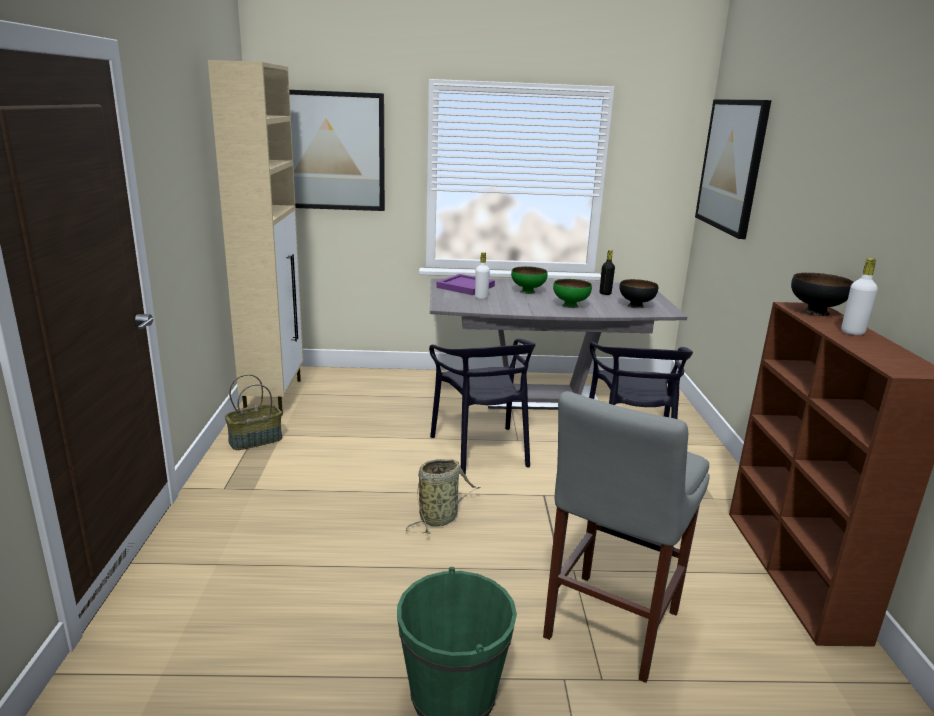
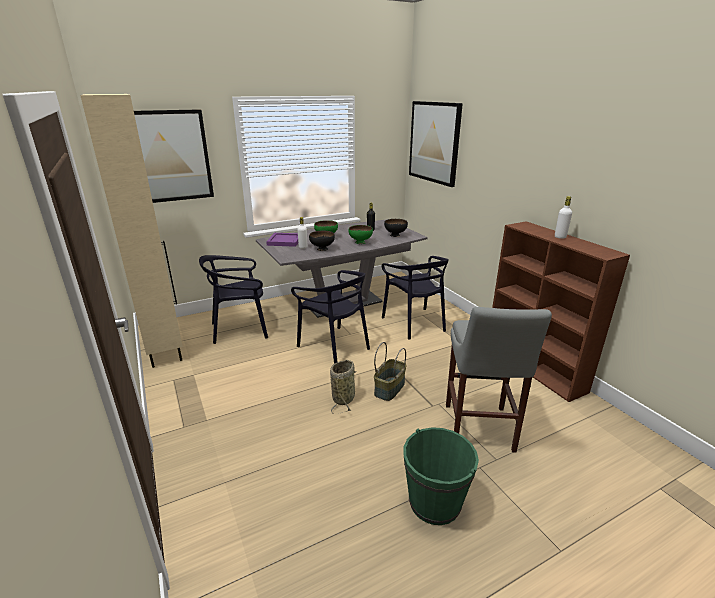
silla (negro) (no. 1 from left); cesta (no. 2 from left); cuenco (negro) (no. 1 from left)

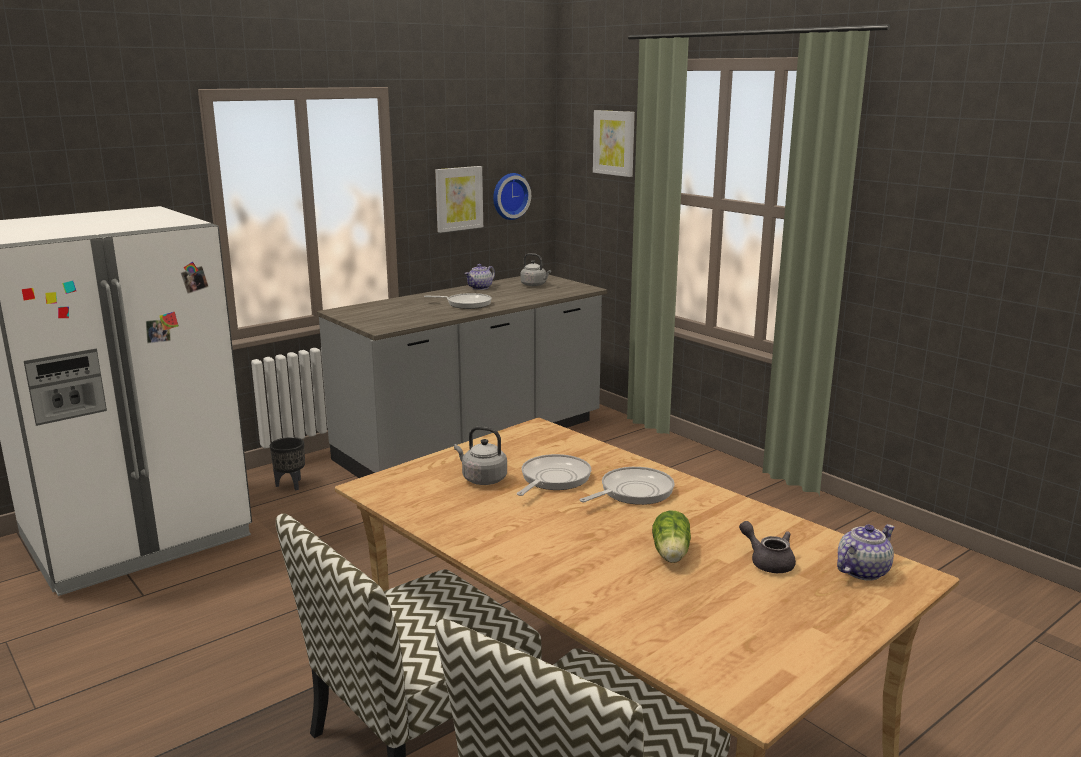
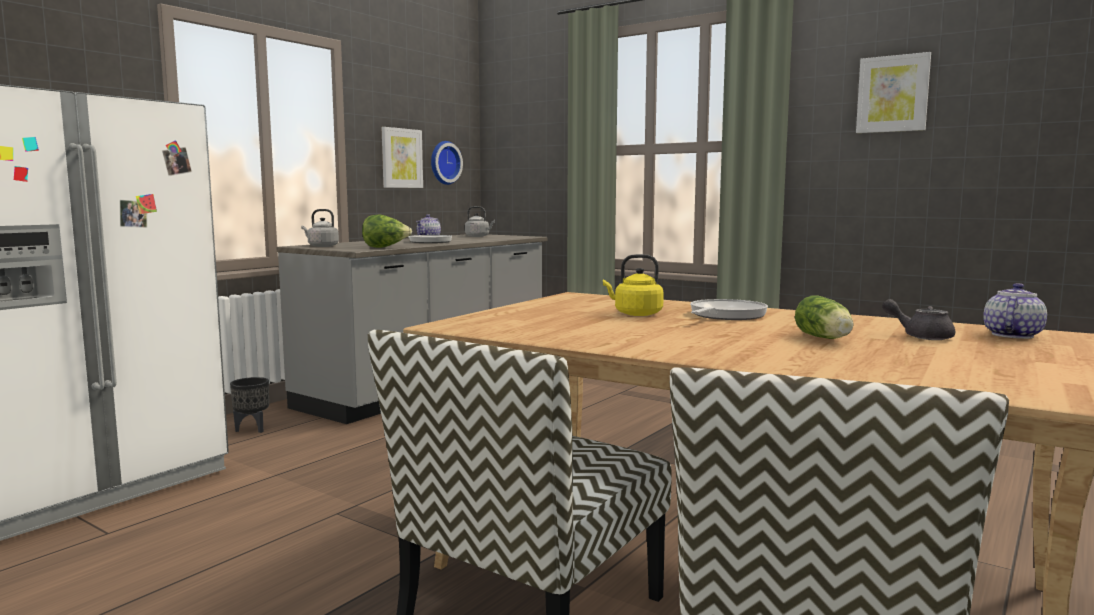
lechuga (no. 1 from left); hervidor (gris) (no. 1 from left); cuadro (no. 2 from left); hervidor (amarillo)

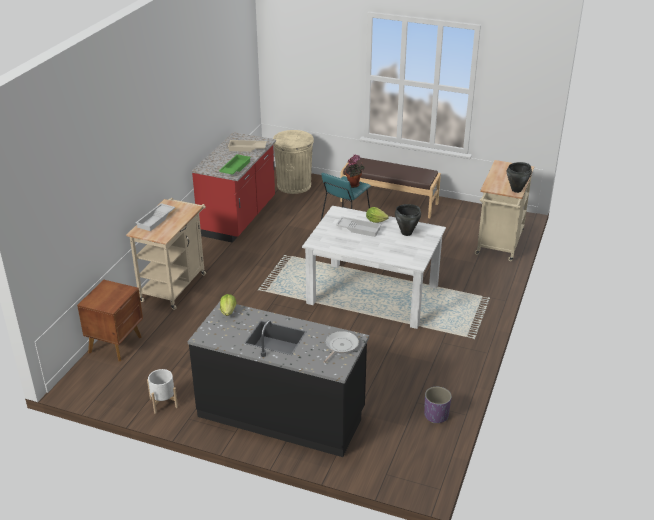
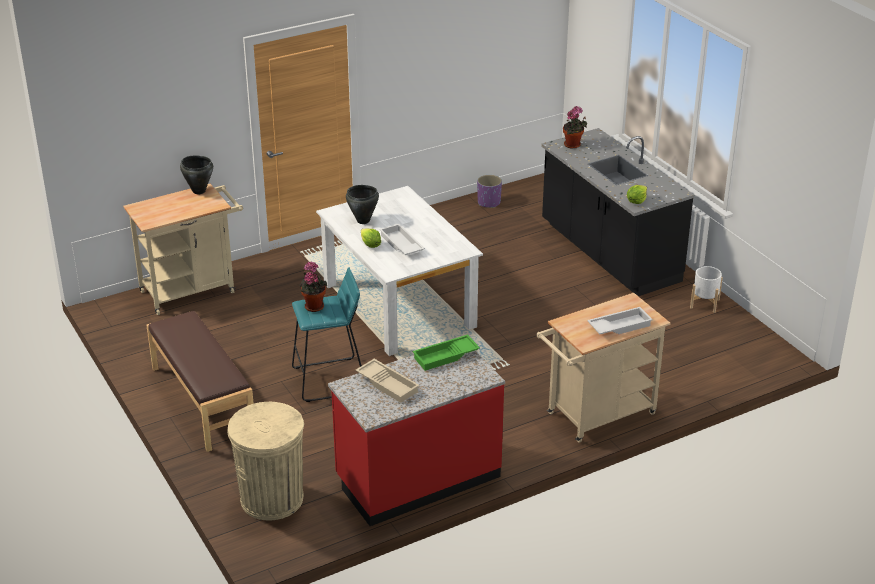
mesita de noche (marrón); planta en maceta (no. 2 from left)

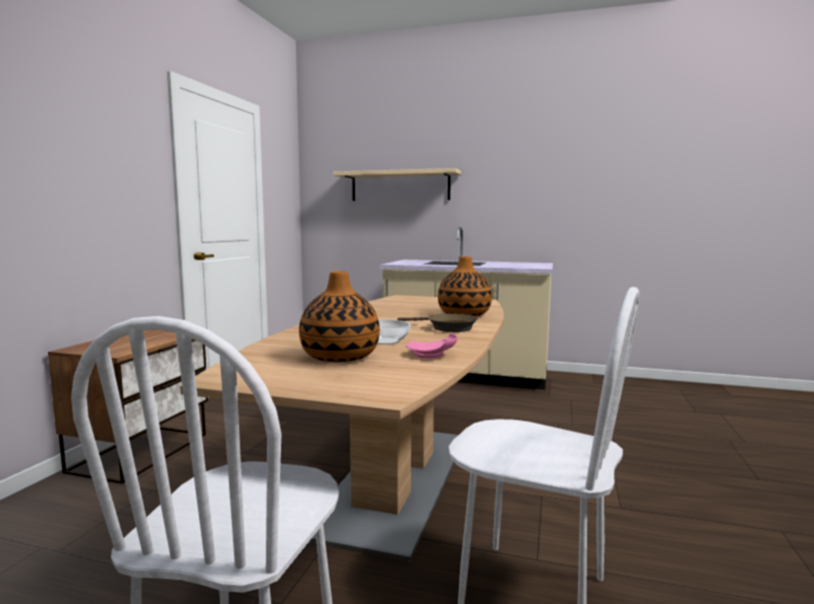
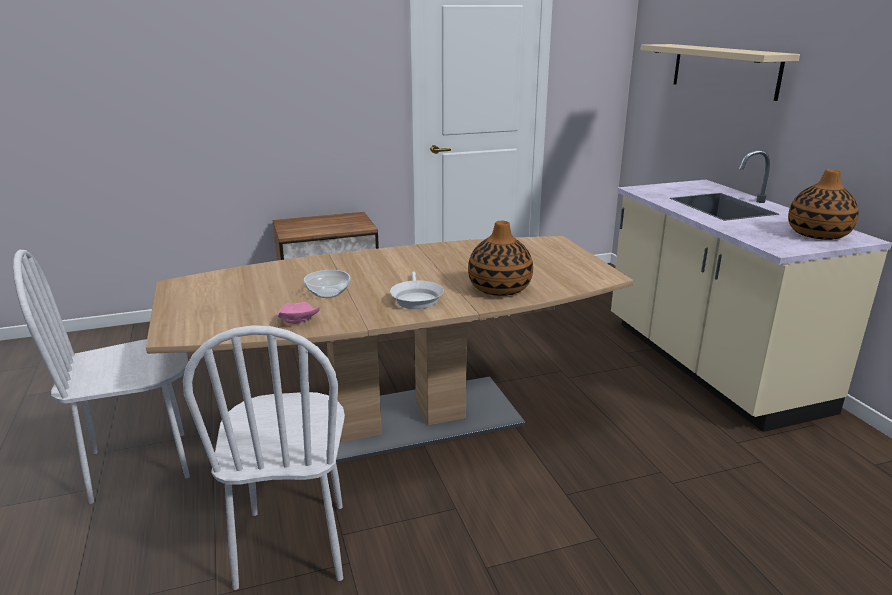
florero (no. 2 from left); sartén (blanco)

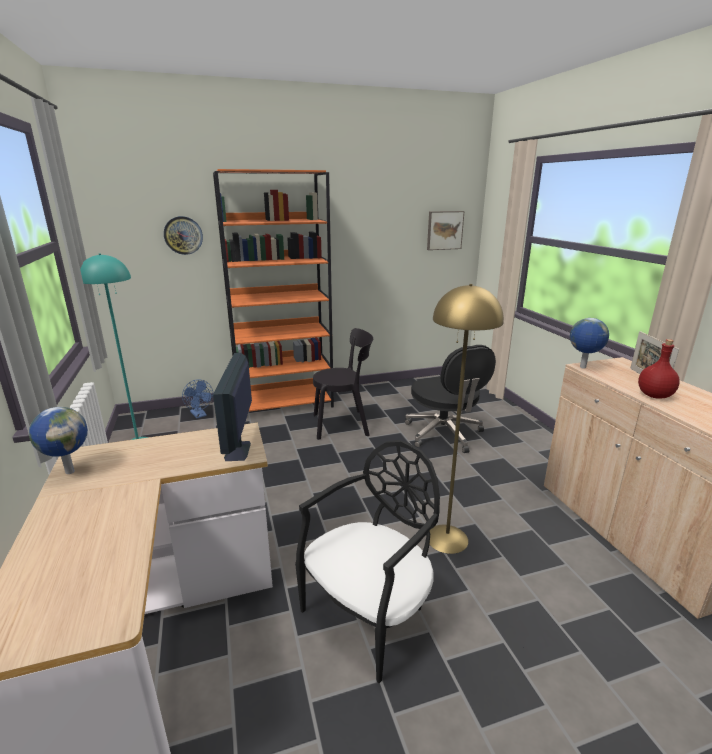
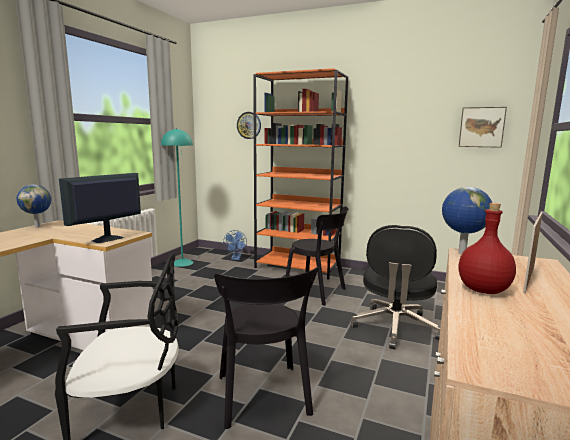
silla (negro) (no. 2 from left)

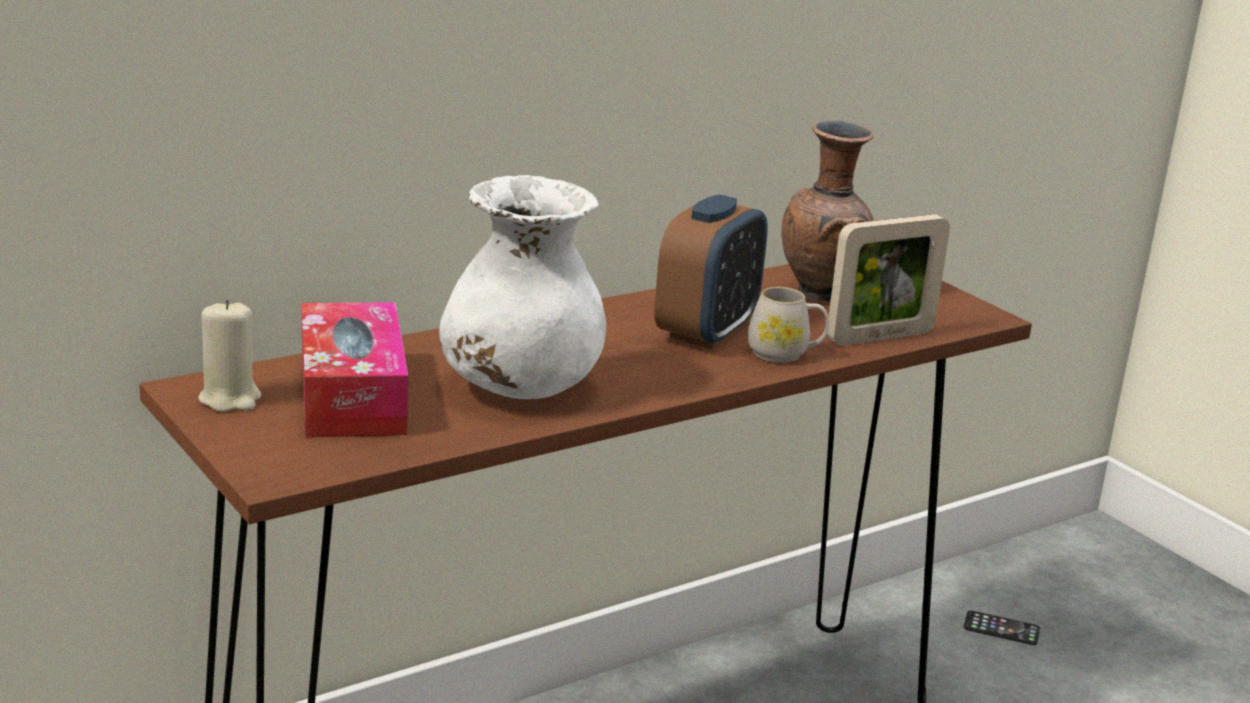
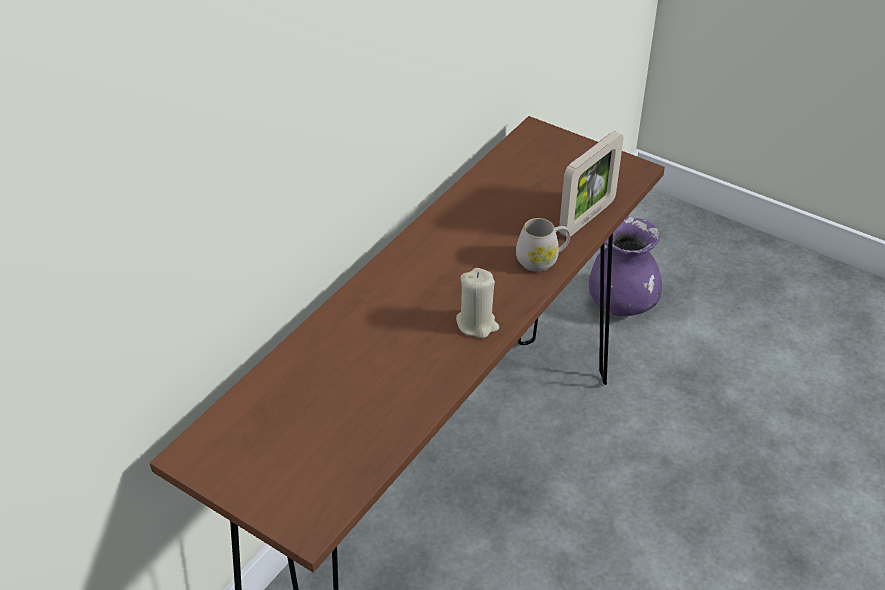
caja de pañuelos; florero (blanco); despertador; florero (marrón); vela (beis); florero (morado)

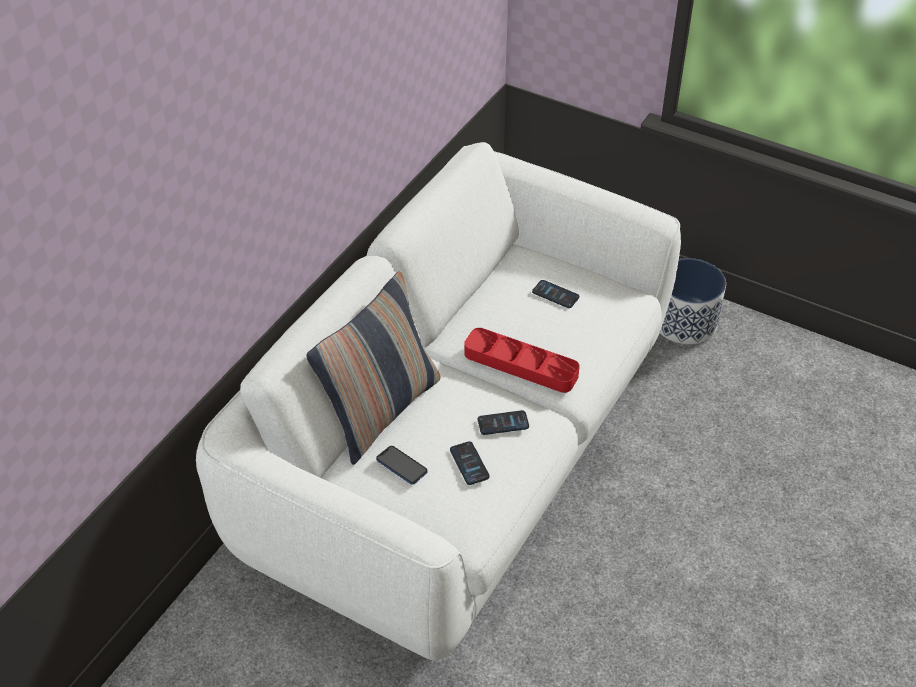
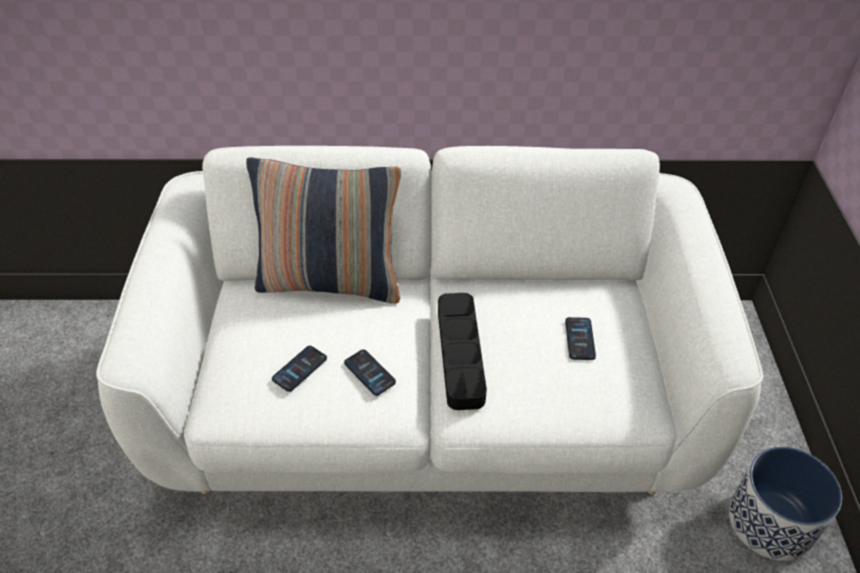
móvil (no. 1 from left in the first image); bandeja (negro)

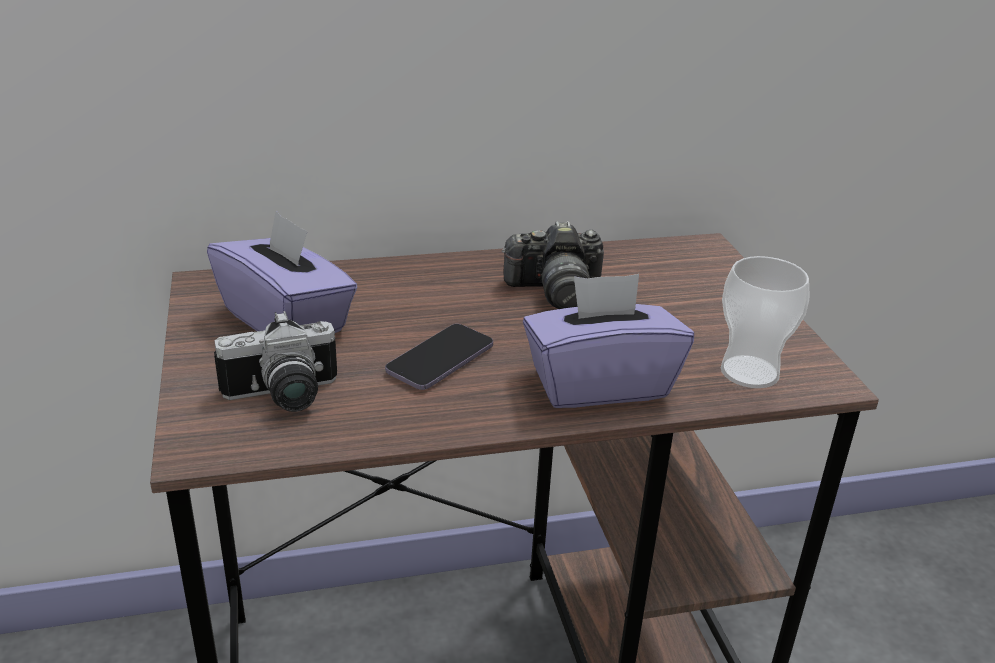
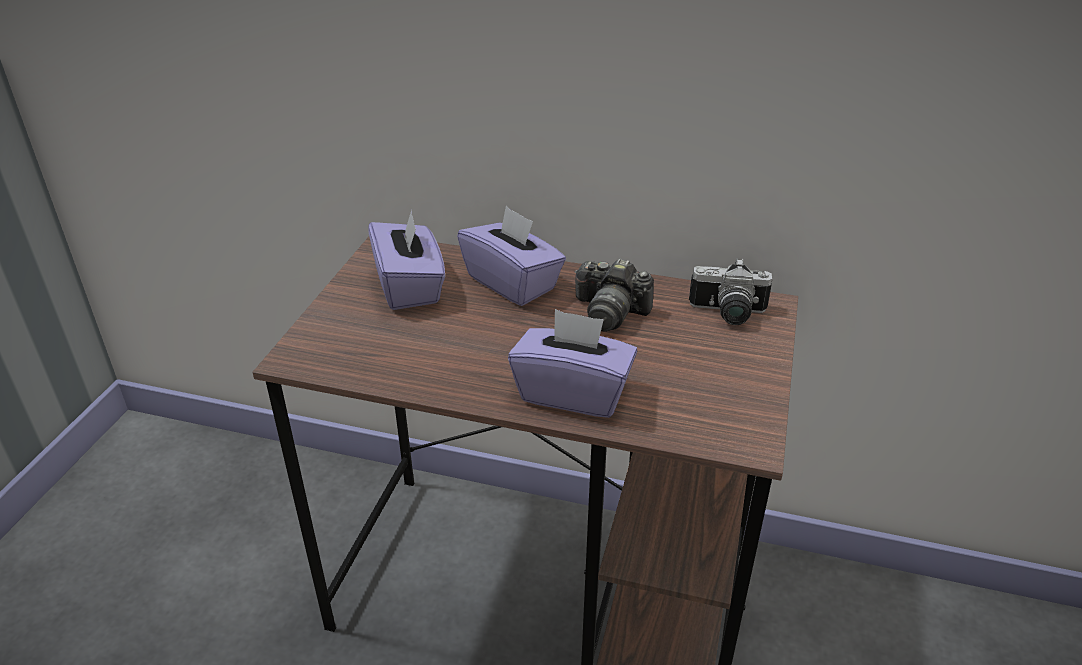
móvil; taza; caja de pañuelos (morado) (no. 2 from left); cámara (no. 2 from left)

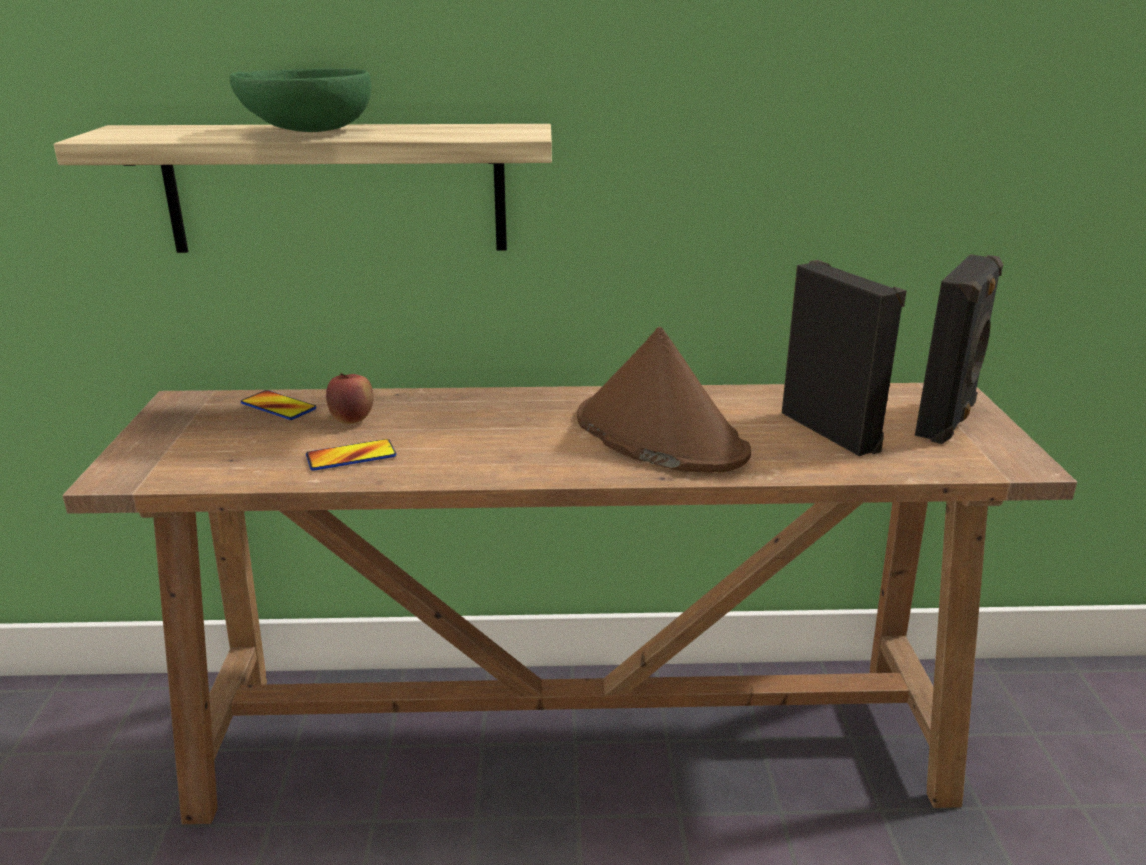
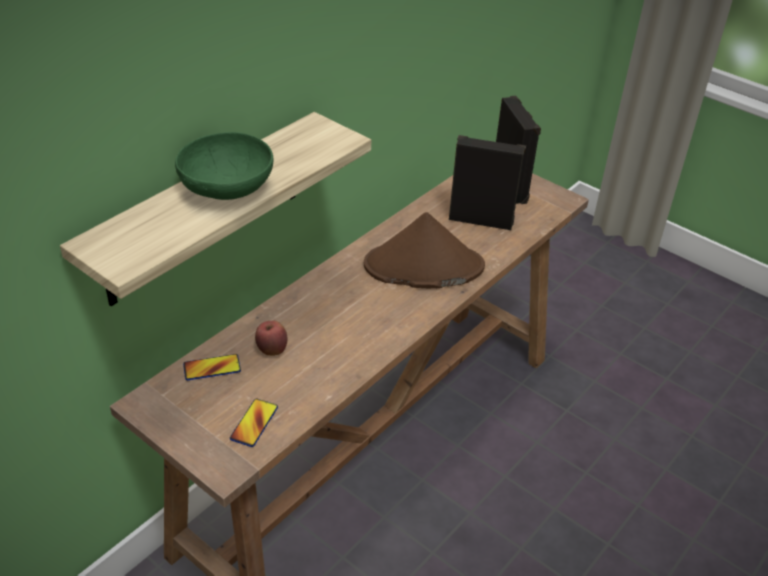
móvil (no. 2 from left)

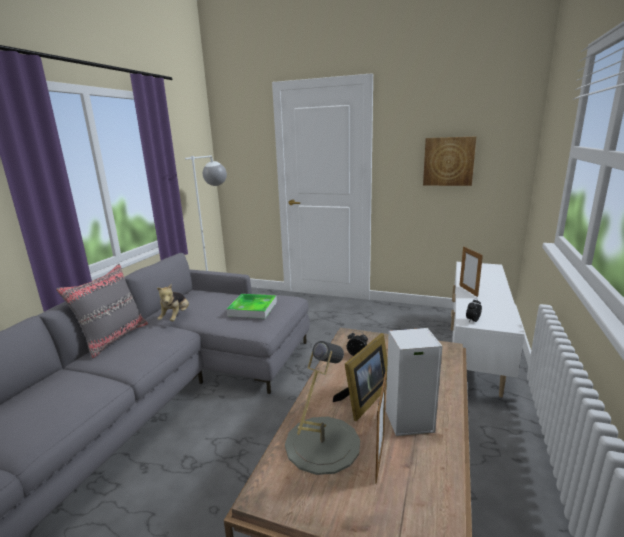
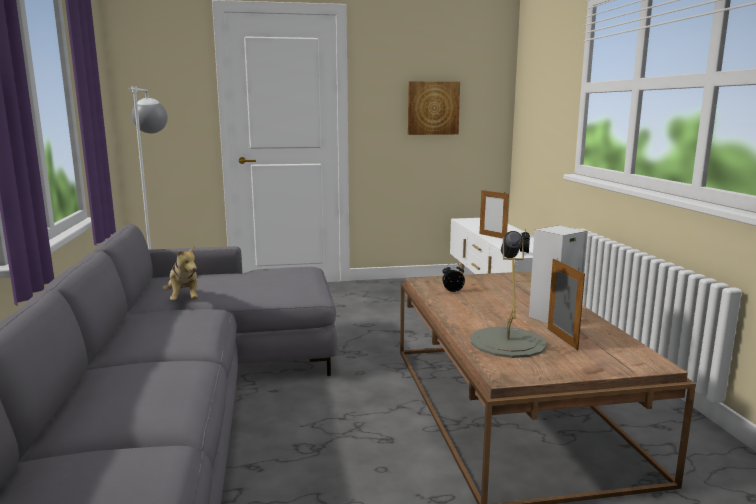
cojín (gris); bandeja; portarretratos (no. 1 from left in the first image)

